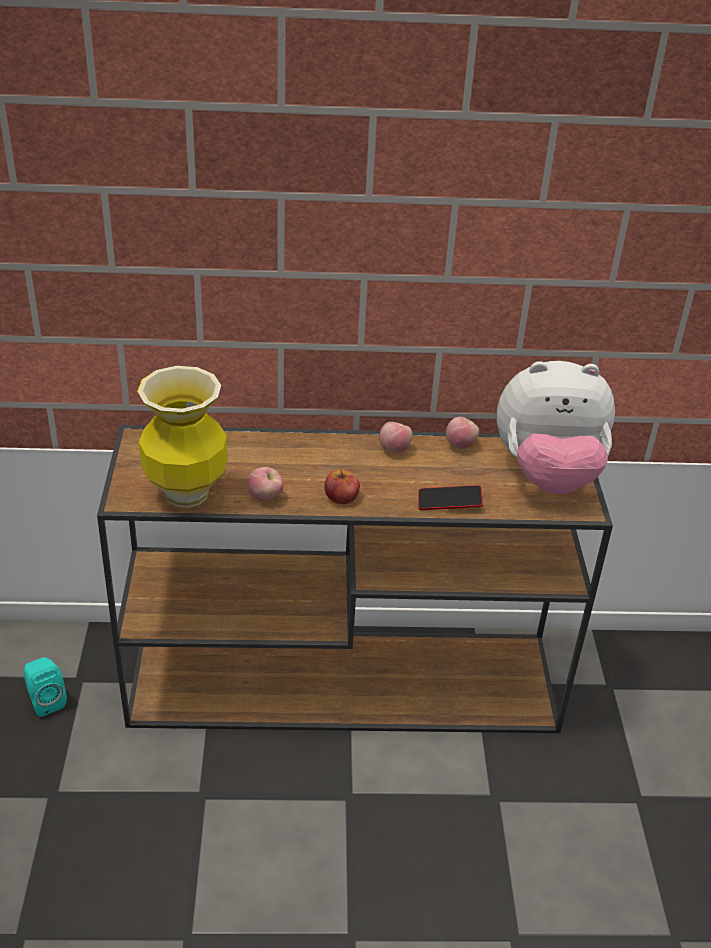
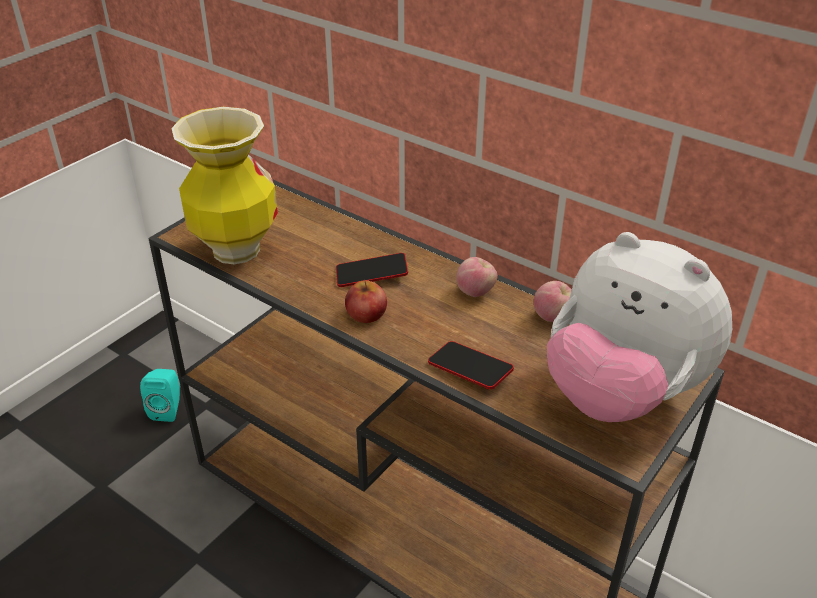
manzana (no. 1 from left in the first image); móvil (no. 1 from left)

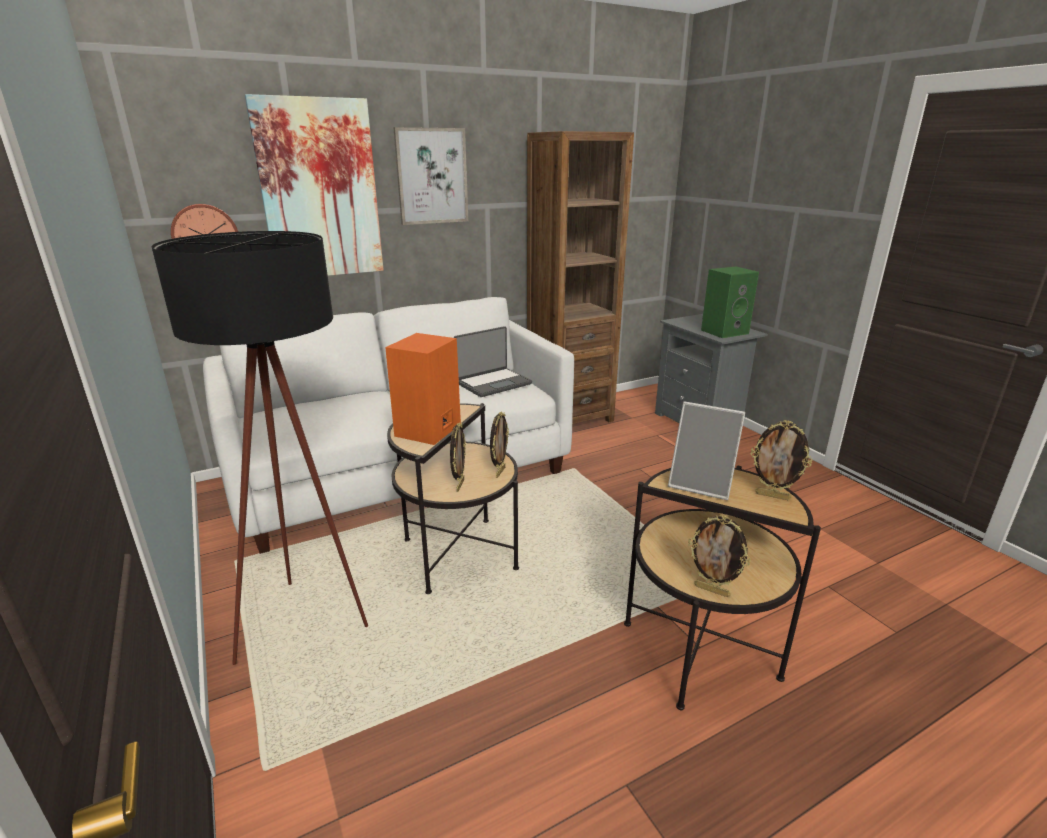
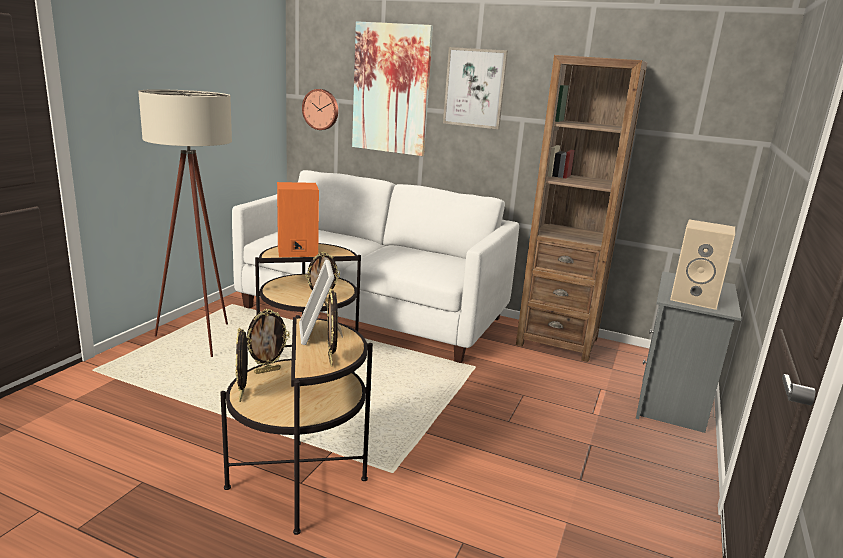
portátil; portarretratos (no. 2 from left); lámpara de pie (beis); altavoz (beis)

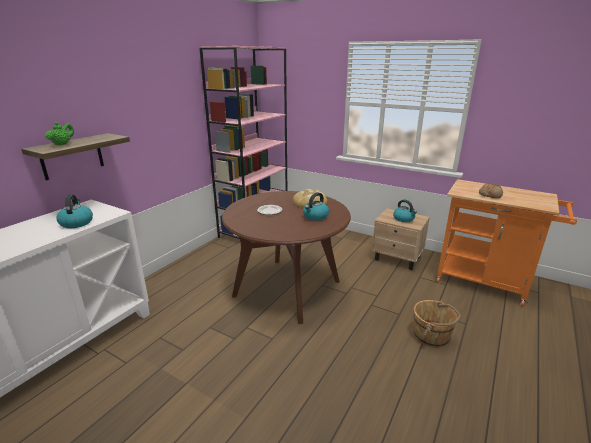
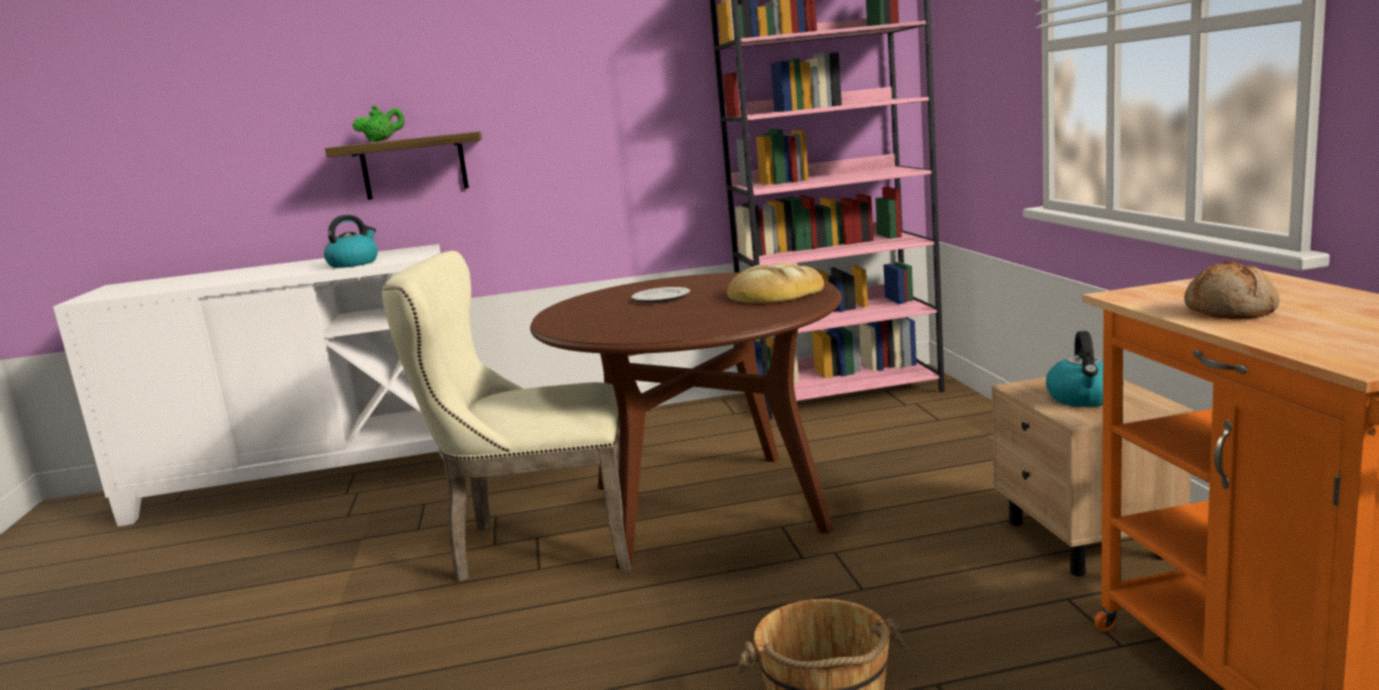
hervidor (no. 2 from left in the first image); silla (beis)

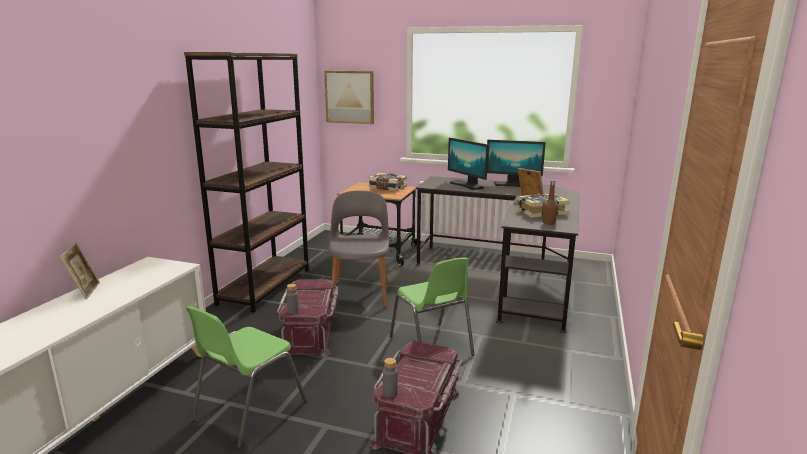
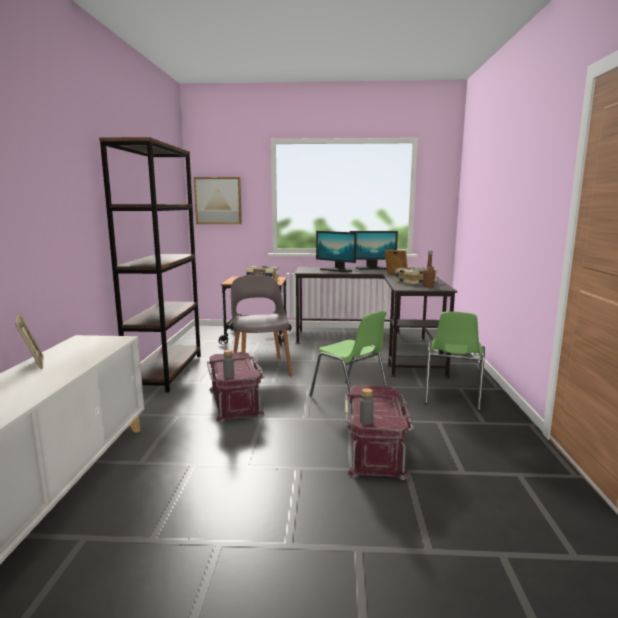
silla (verde) (no. 2 from left)

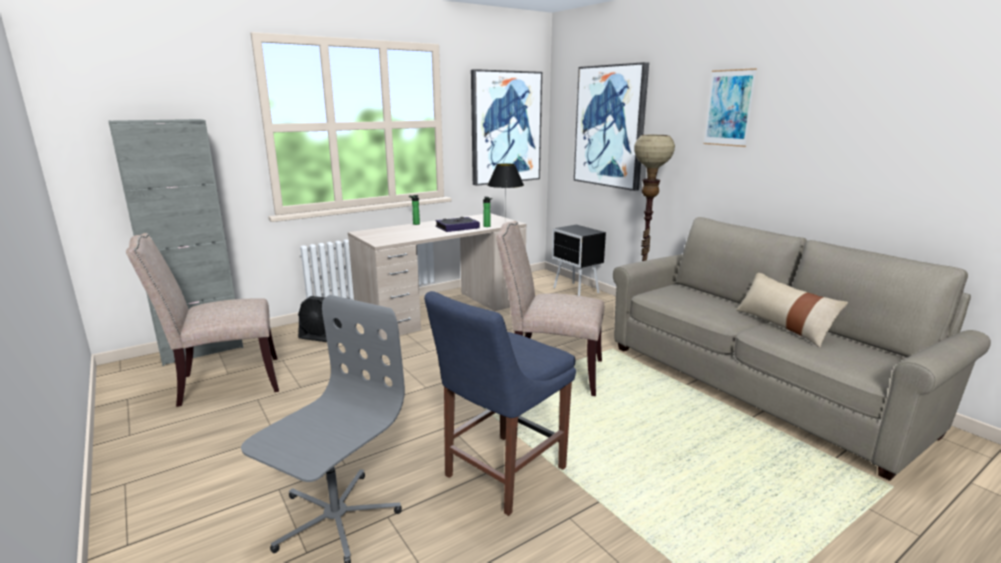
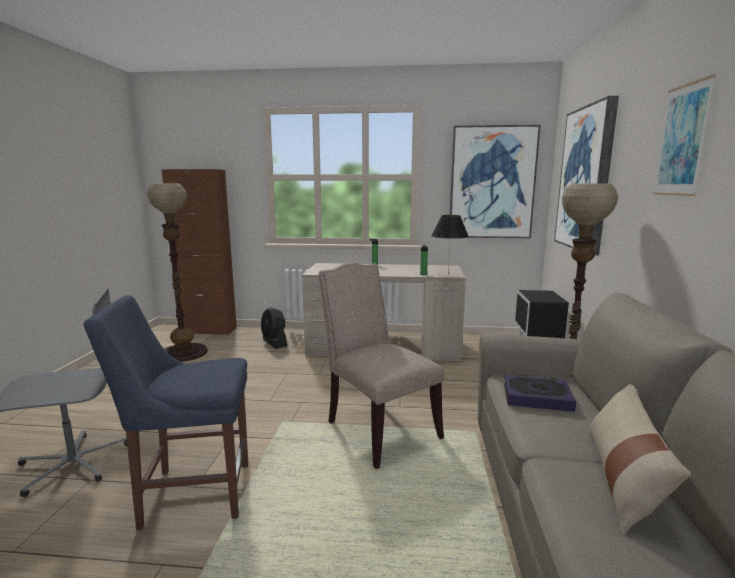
libro; lámpara de pie (no. 1 from left); armario (marrón)

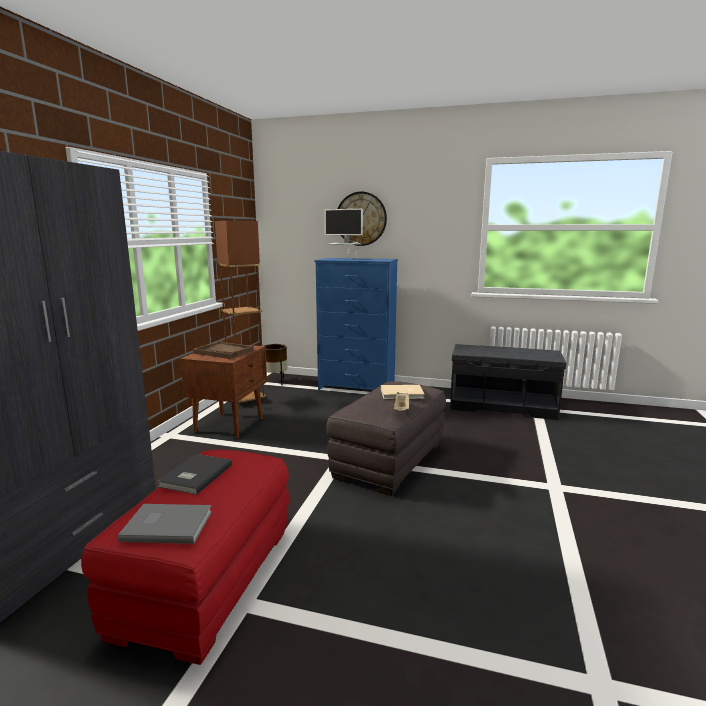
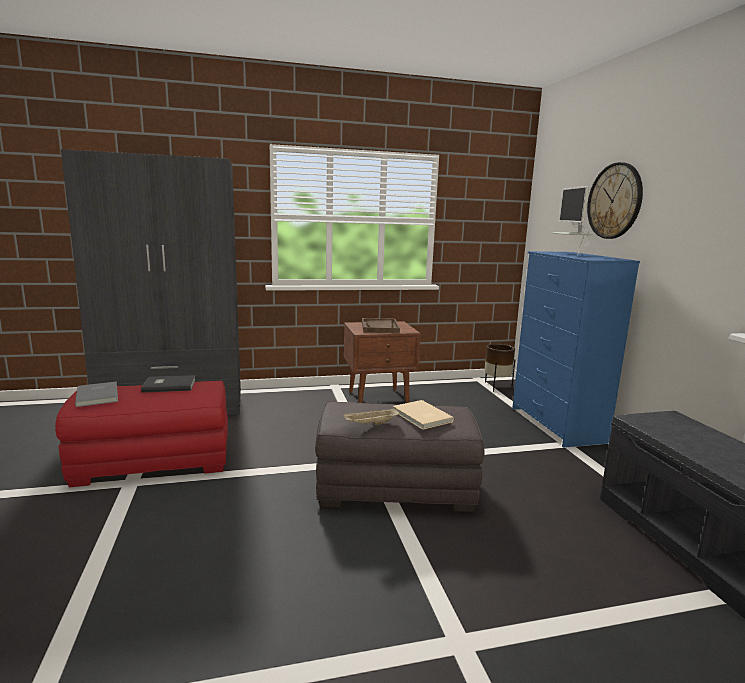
lámpara de pie (marrón)

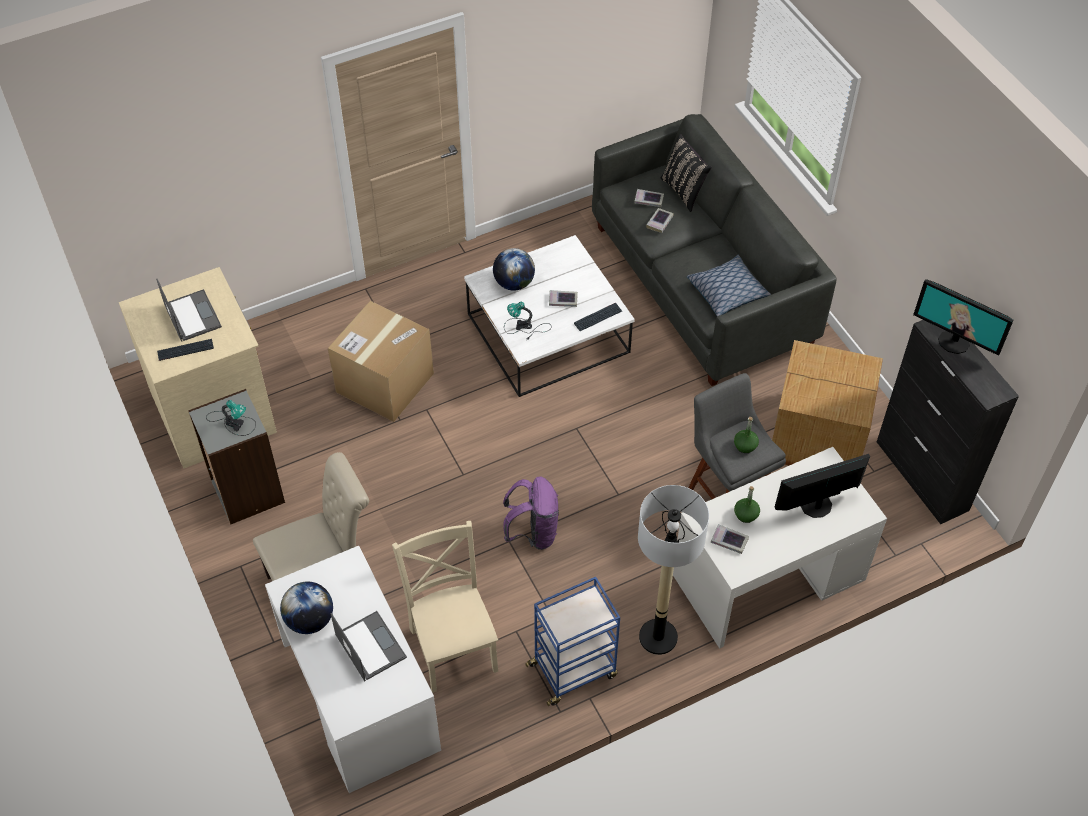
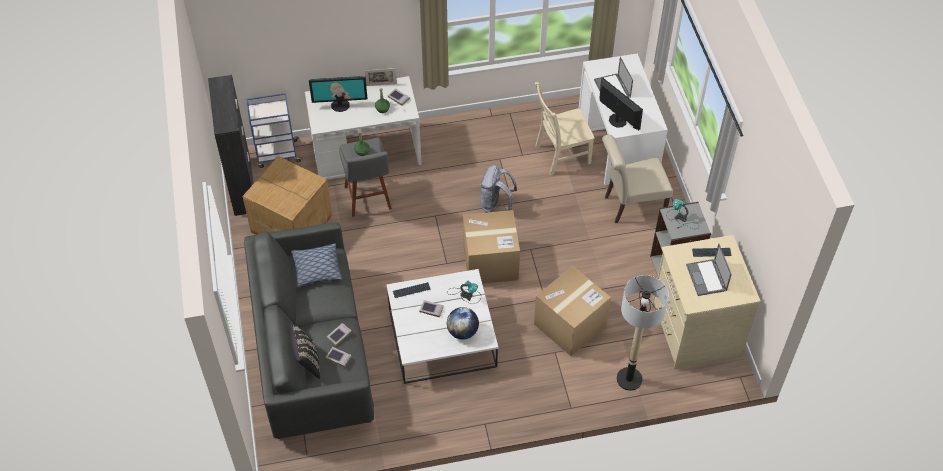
globo terráqueo (no. 1 from left in the first image); portarretratos; caja de cartón (no. 2 from left); carrito (azul); lámpara de pie; monitor (no. 2 from left); mochila (gris); silla (beis) (no. 1 from left)

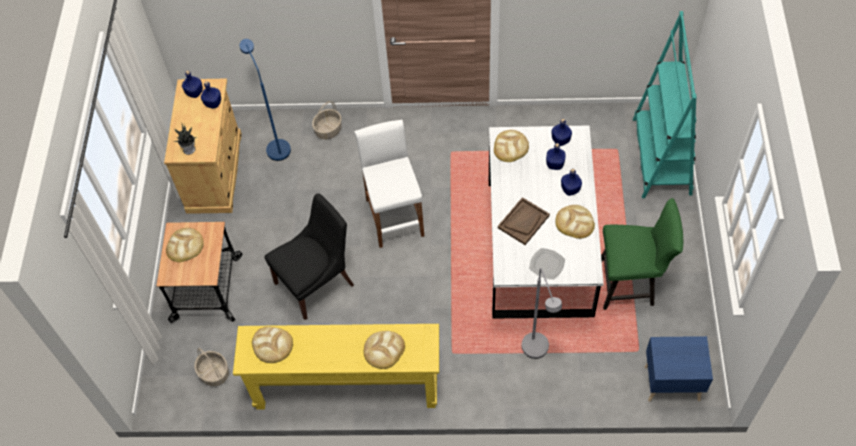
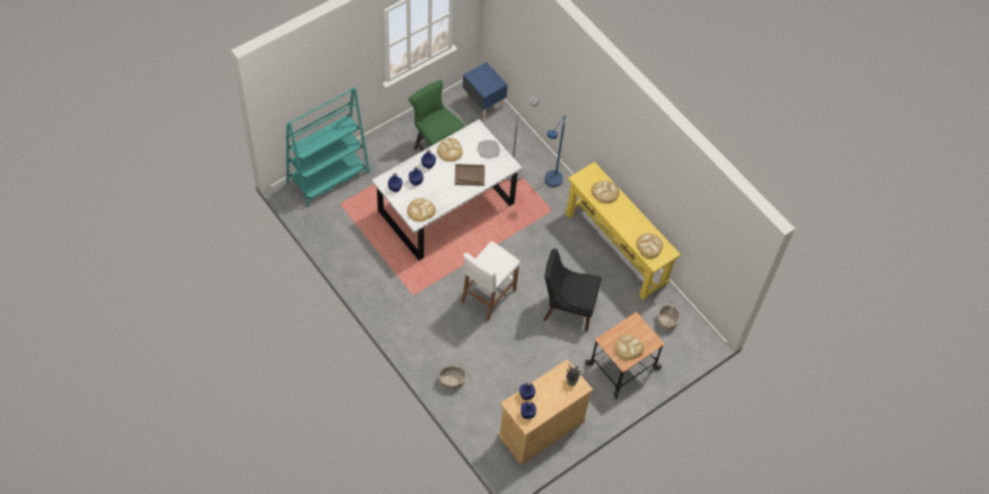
lámpara de pie (azul)

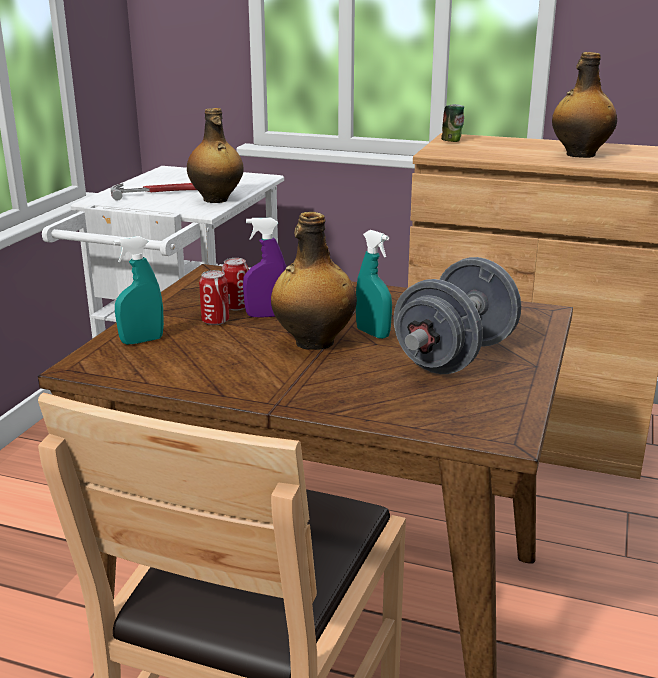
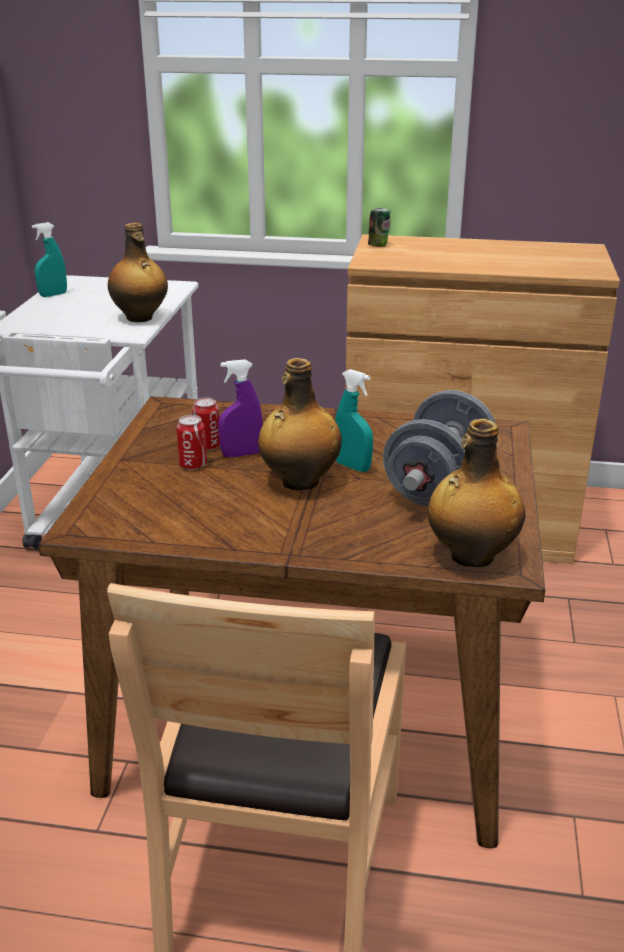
martillo; pulverizador (turquesa) (no. 1 from left); botella (no. 3 from left)

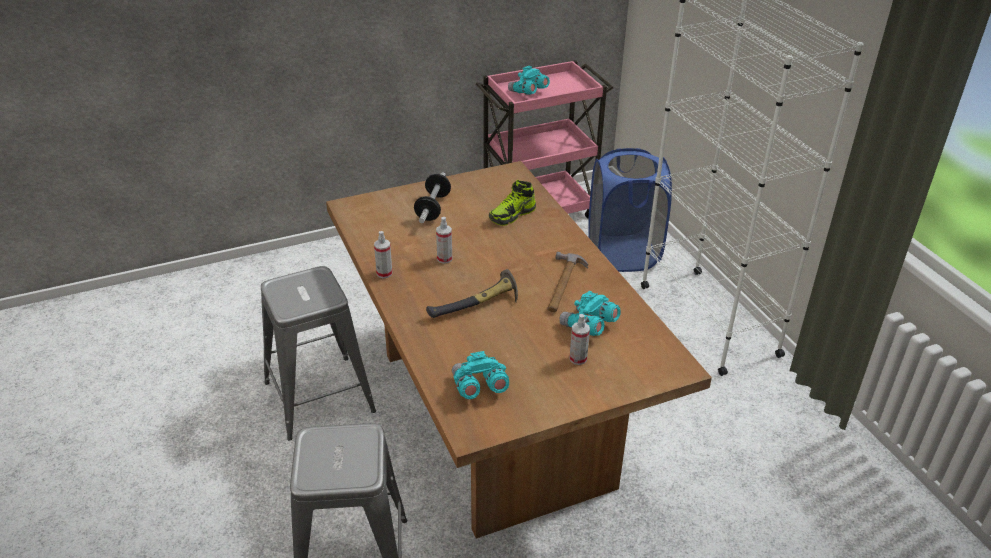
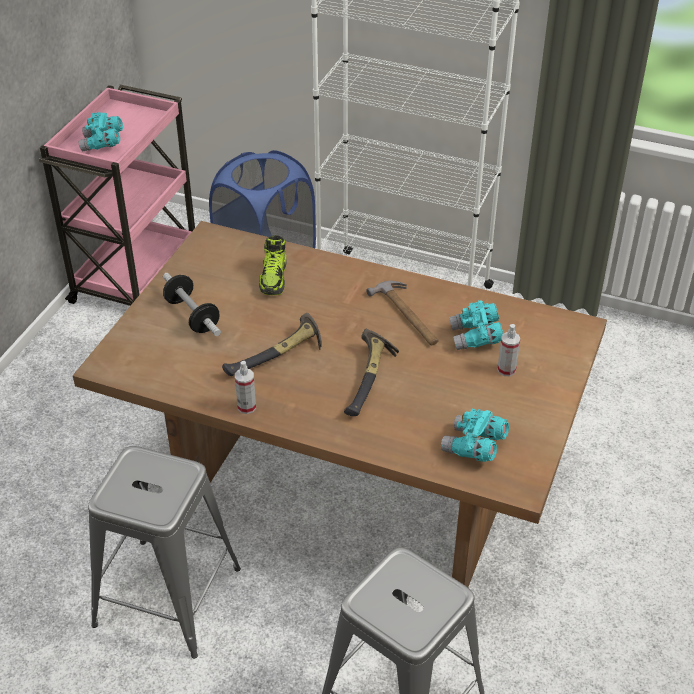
martillo (no. 1 from left)

